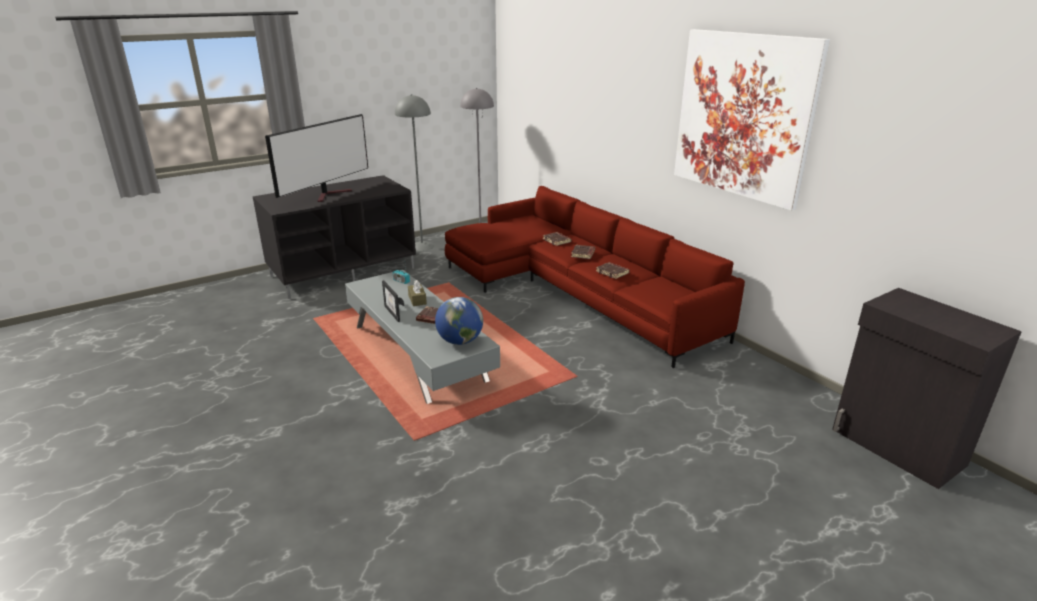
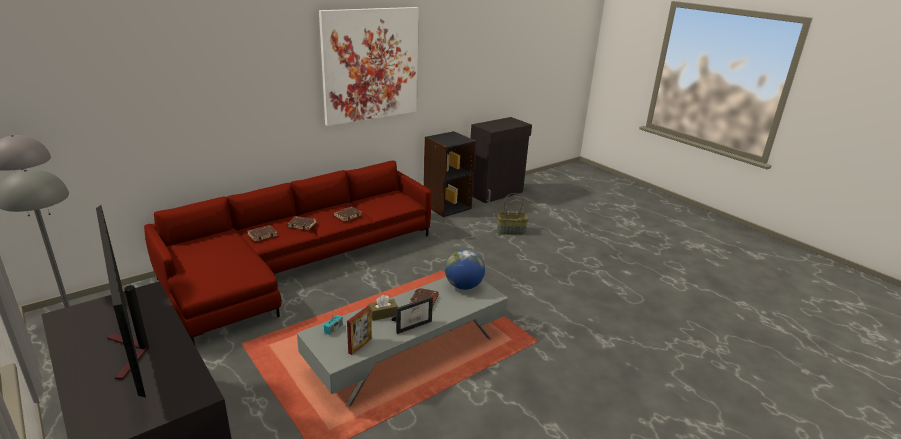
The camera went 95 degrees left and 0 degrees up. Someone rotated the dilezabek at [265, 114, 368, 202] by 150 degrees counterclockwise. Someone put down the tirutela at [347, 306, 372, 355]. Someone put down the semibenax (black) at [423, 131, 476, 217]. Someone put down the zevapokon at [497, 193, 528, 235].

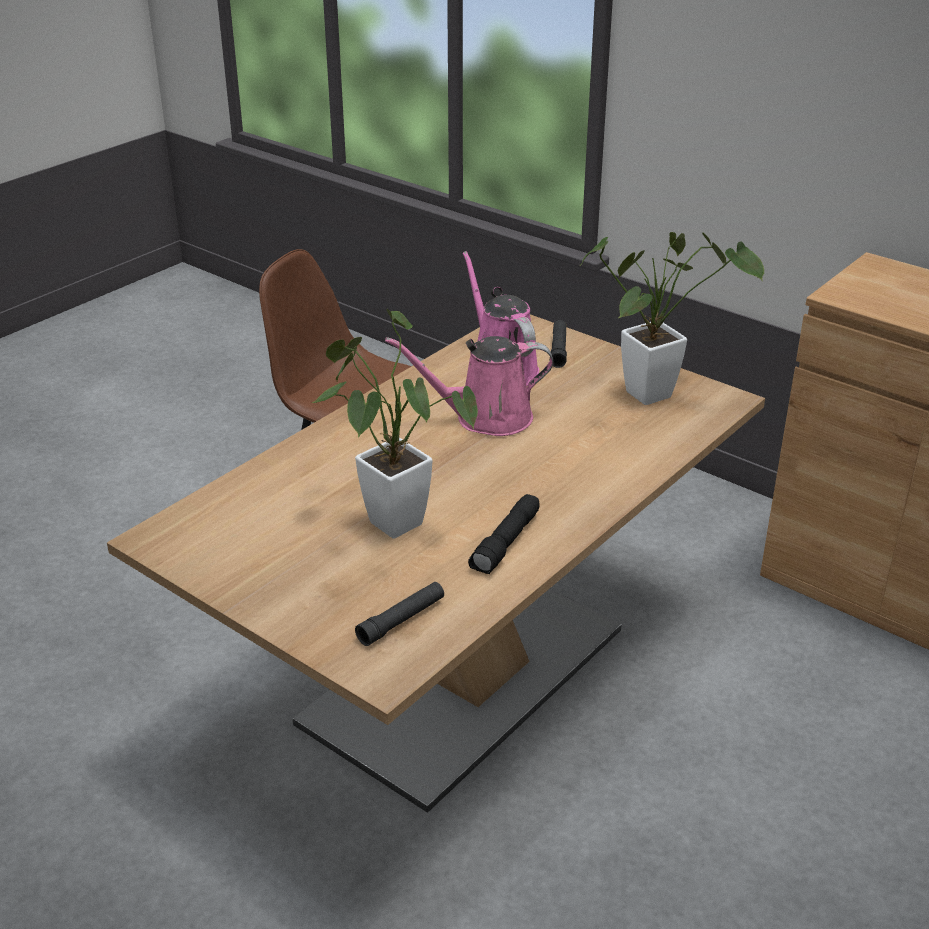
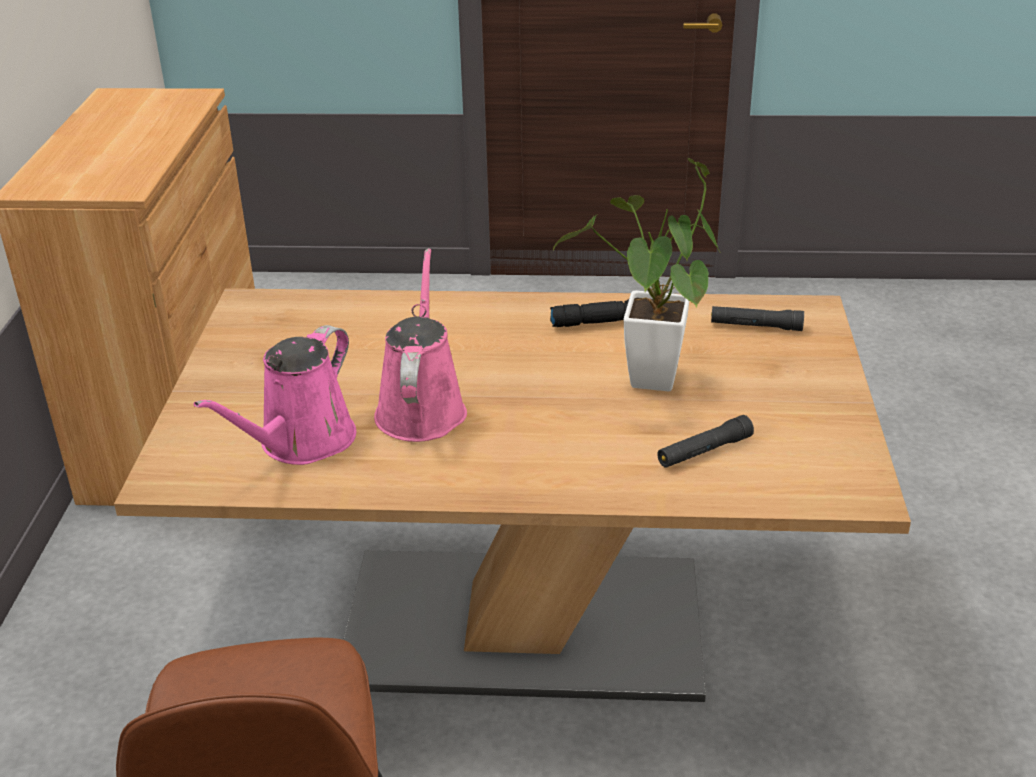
The camera went 125 degrees left and 0 degrees up. Someone rotated the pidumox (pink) at [385, 336, 553, 436] by 135 degrees counterclockwise. Someone carried the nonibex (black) from [551, 320, 567, 368] to [657, 415, 754, 468]. Someone took away the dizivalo at [580, 232, 764, 405].

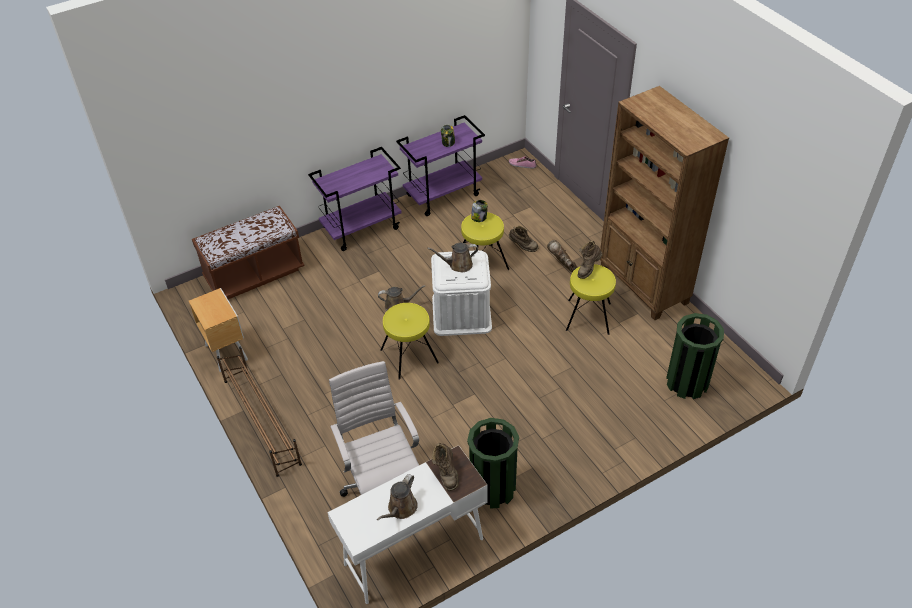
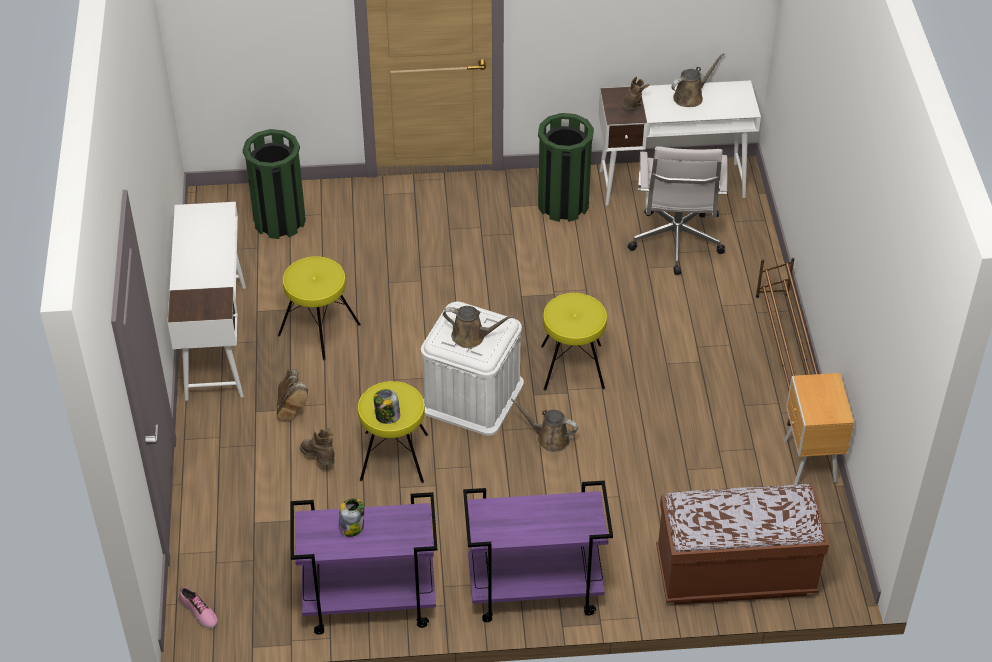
The camera went 155 degrees left and 0 degrees up. Someone took away the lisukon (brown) at [578, 241, 602, 279]. Someone swapped the semibenax (brown) at [600, 86, 729, 320] for the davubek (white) at [168, 202, 246, 401].

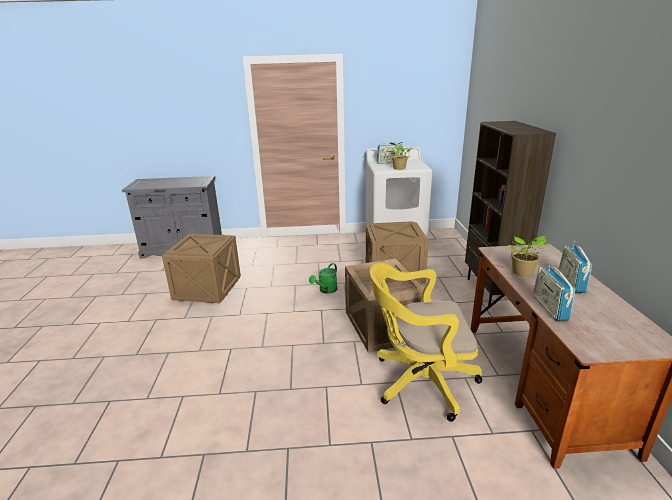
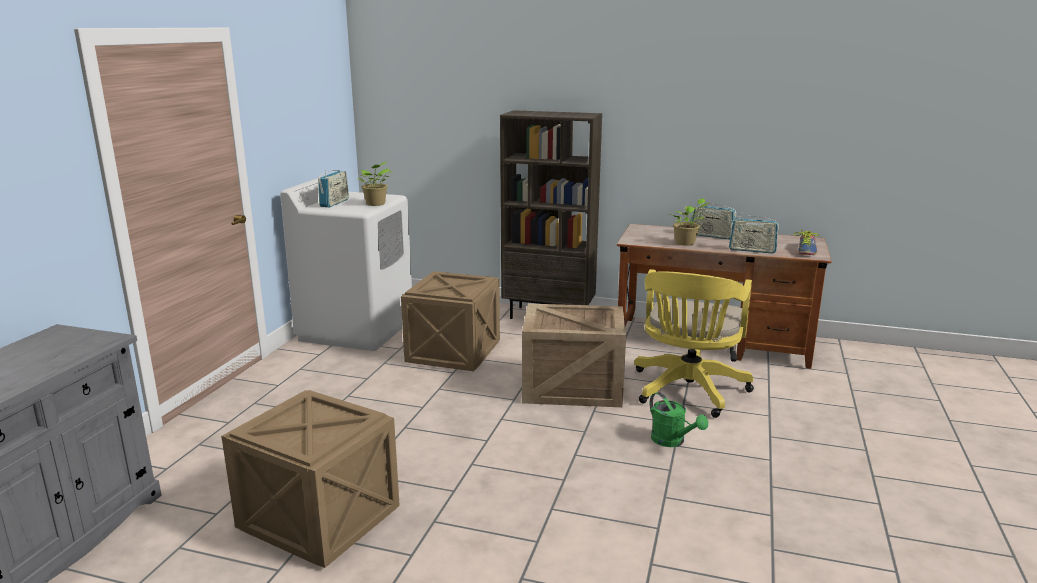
The camera went 70 degrees left and 5 degrees down. Someone carried the pidumox (green) from [309, 263, 338, 294] to [650, 392, 708, 447]. Someone put down the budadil at [794, 228, 819, 255].

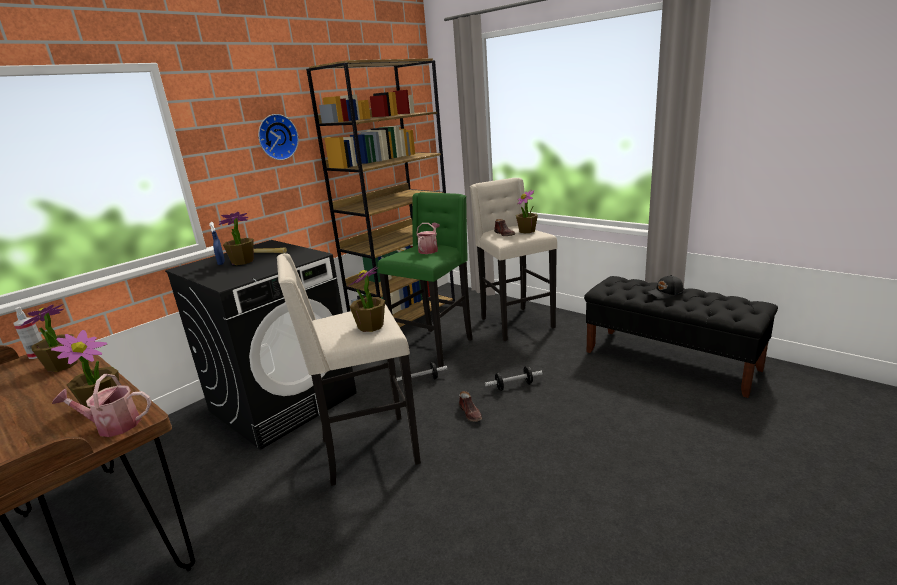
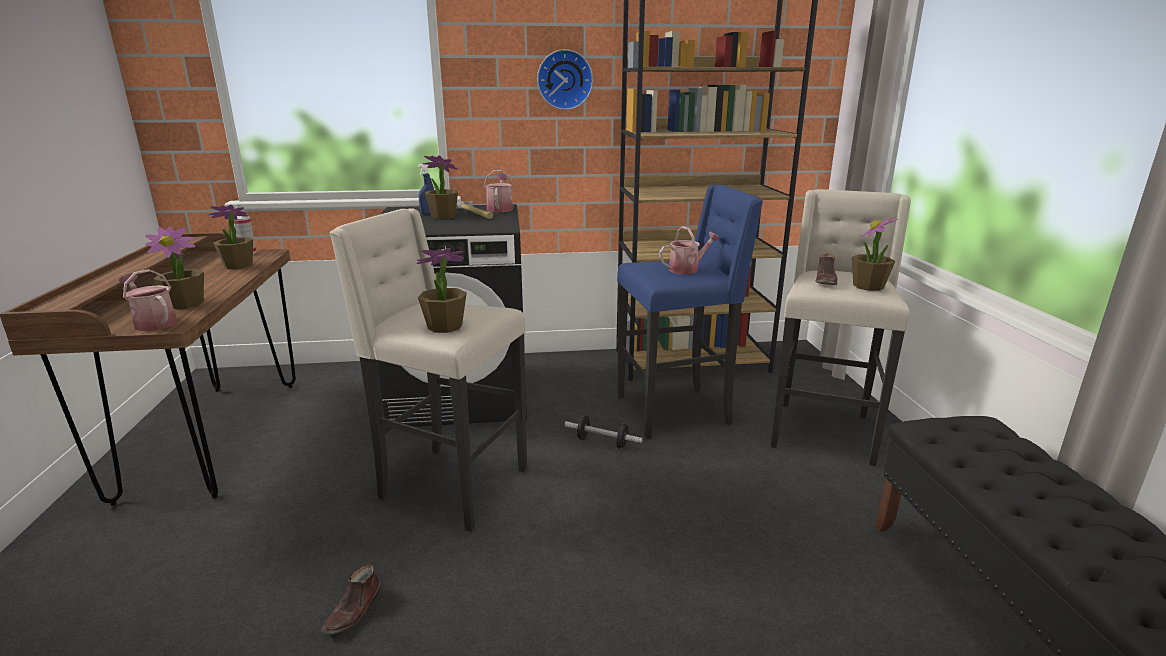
The camera went 40 degrees right and 0 degrees up. Someone repainted the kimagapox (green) at [378, 192, 472, 367], which became the kimagapox (blue) at [617, 184, 763, 439]. Someone carried the budadil (brown) from [459, 391, 482, 422] to [321, 565, 381, 634]. Someone took away the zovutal at [485, 366, 542, 391]. Someone took away the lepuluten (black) at [648, 275, 683, 299]. Someone put down the pidumox at [484, 170, 514, 212].

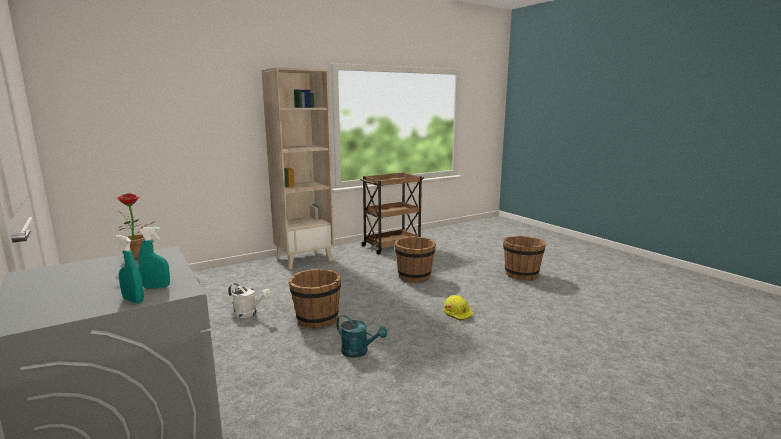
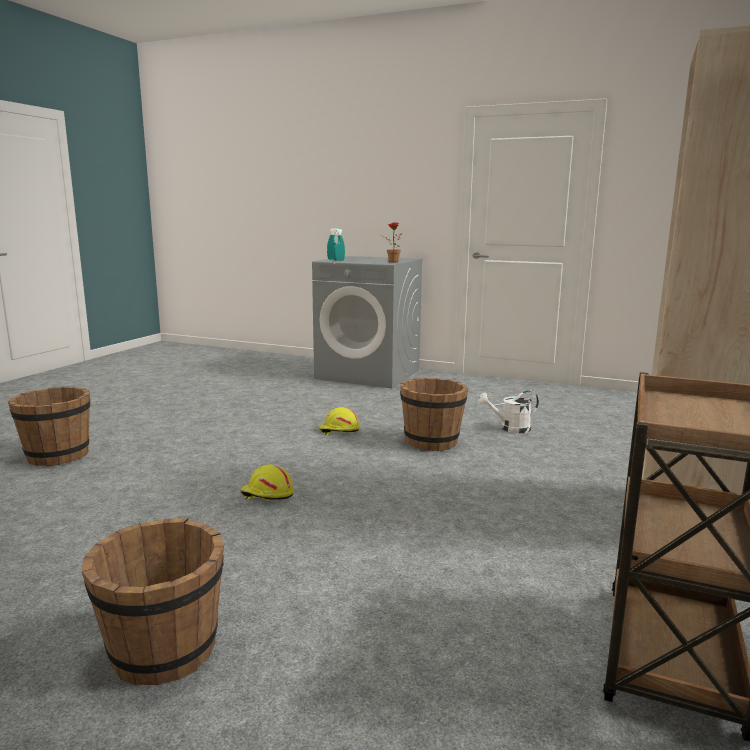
The camera went 145 degrees right and 0 degrees up. Someone swapped the pidumox (turquoise) at [336, 315, 387, 358] for the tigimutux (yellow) at [318, 407, 359, 435]. Someone carried the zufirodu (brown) from [394, 236, 436, 283] to [8, 387, 90, 466].

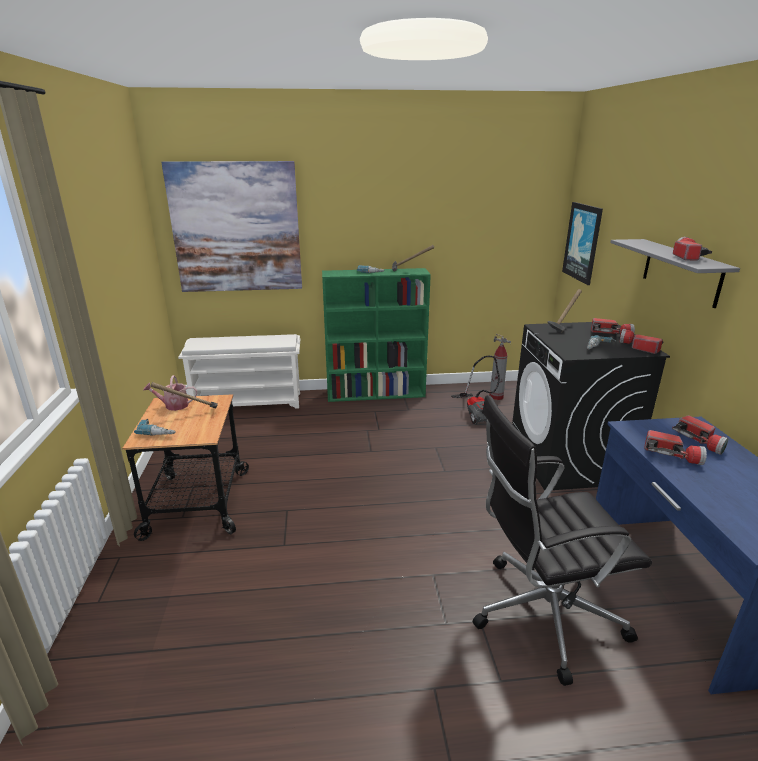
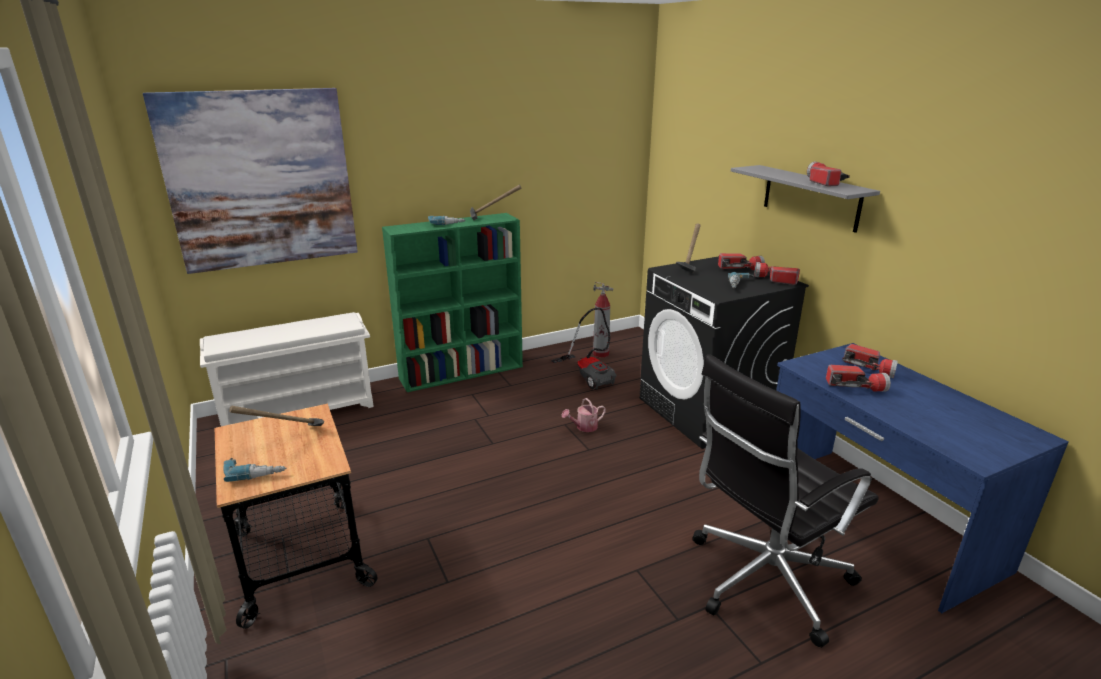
The camera went 20 degrees left and 0 degrees up. Someone carried the pidumox from [143, 375, 197, 411] to [562, 398, 606, 432]. Someone took away the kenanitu at [562, 202, 603, 285].

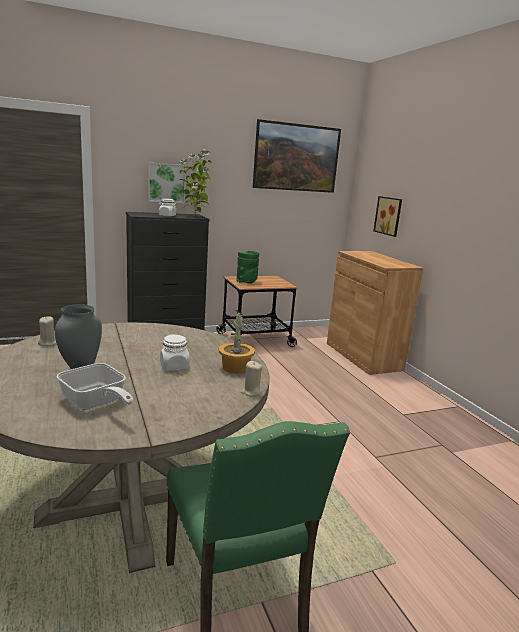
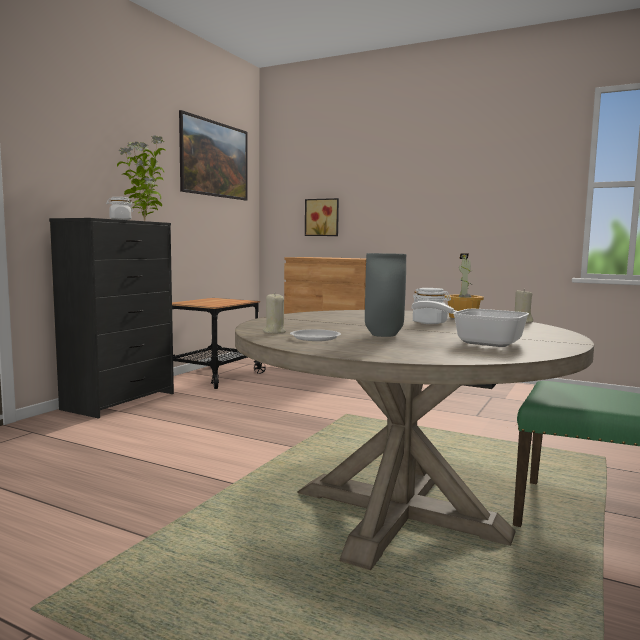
The camera went 40 degrees left and 10 degrees down. Someone rotated the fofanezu at [56, 363, 133, 410] by 150 degrees counterclockwise. Someone took away the kenanitu at [148, 162, 186, 203]. Someone took away the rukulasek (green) at [236, 251, 259, 283]. Someone put down the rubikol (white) at [290, 329, 341, 341].

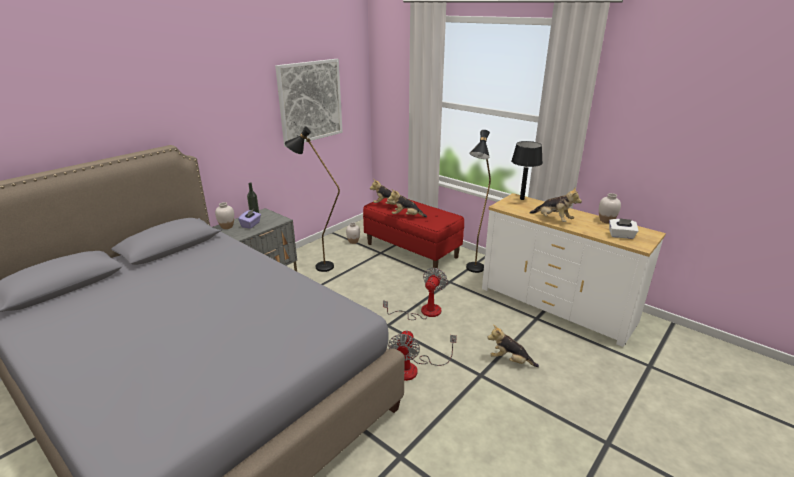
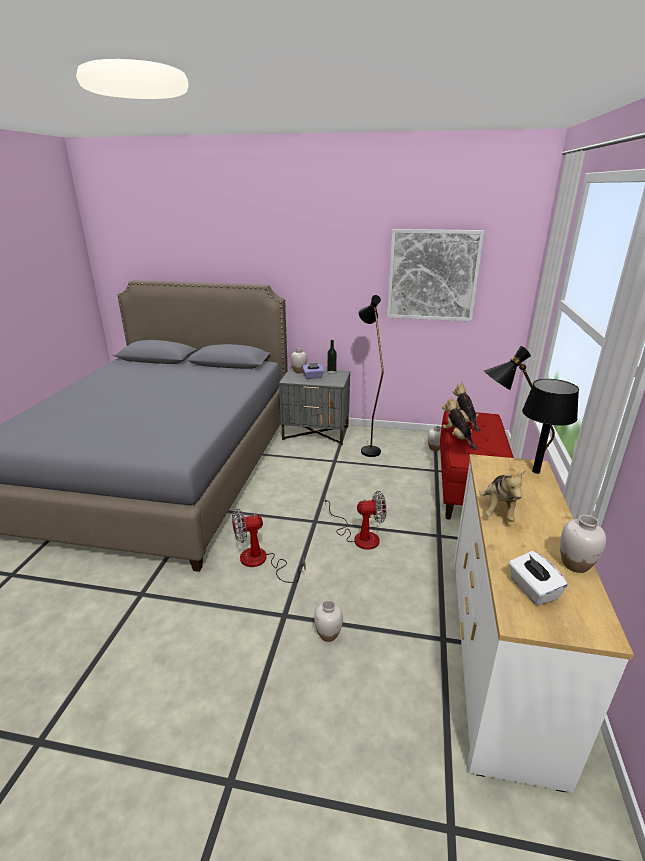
The camera went 60 degrees right and 0 degrees up. Someone swapped the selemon at [487, 324, 539, 367] for the rukulasek (white) at [314, 600, 343, 642].

